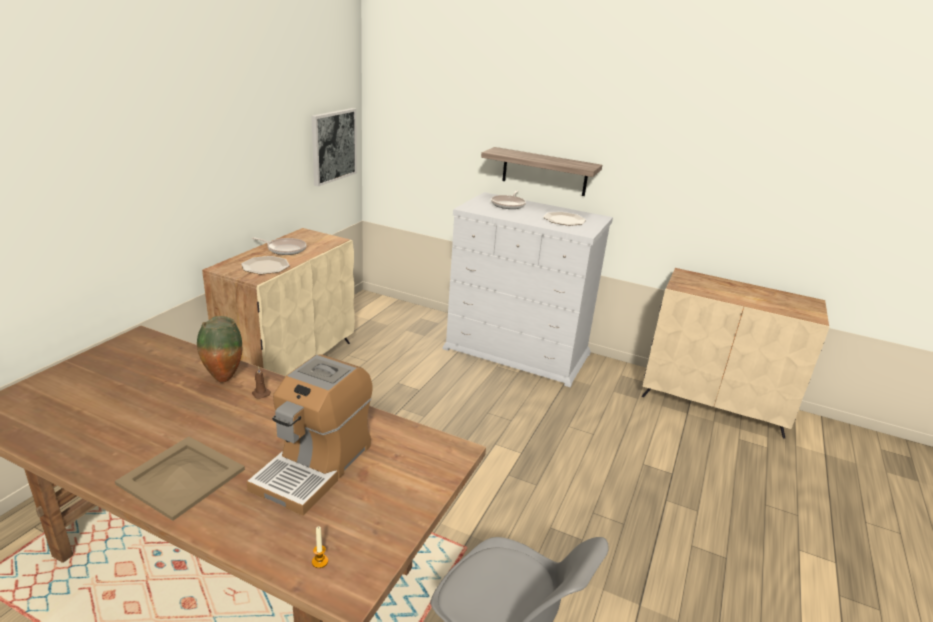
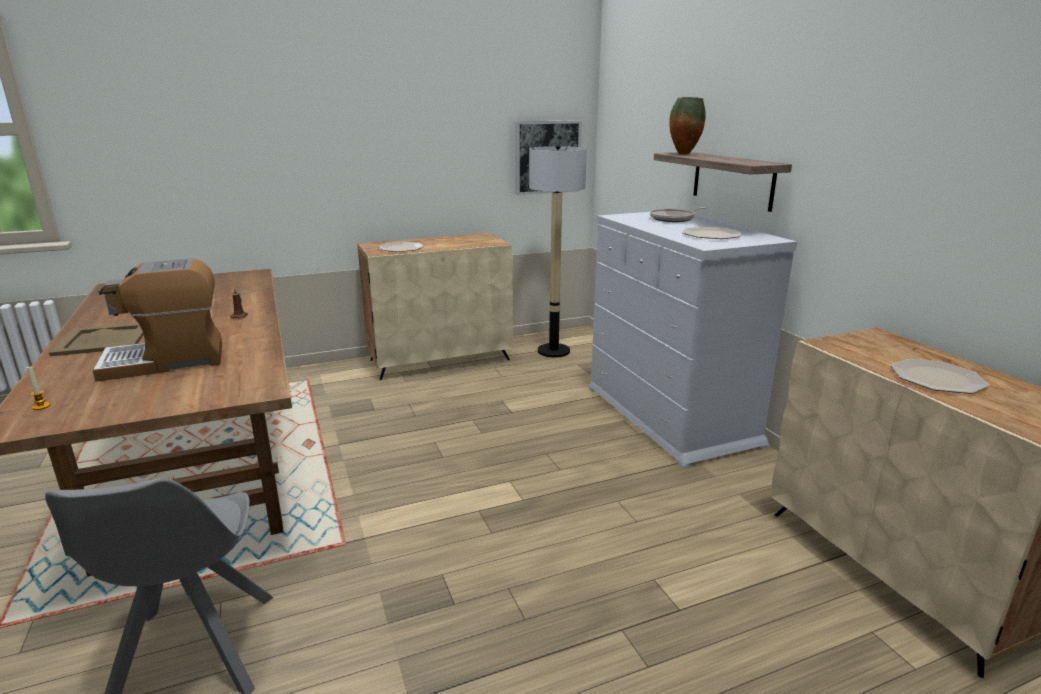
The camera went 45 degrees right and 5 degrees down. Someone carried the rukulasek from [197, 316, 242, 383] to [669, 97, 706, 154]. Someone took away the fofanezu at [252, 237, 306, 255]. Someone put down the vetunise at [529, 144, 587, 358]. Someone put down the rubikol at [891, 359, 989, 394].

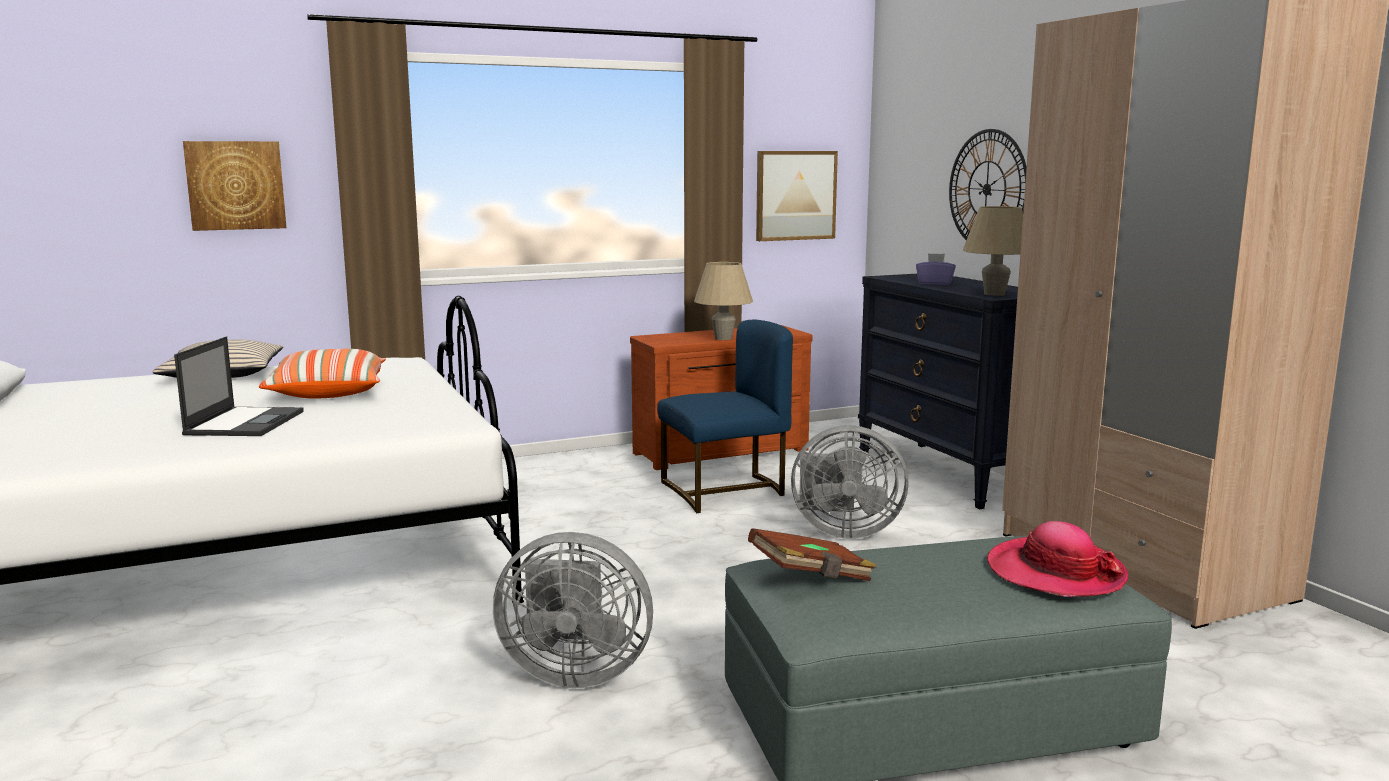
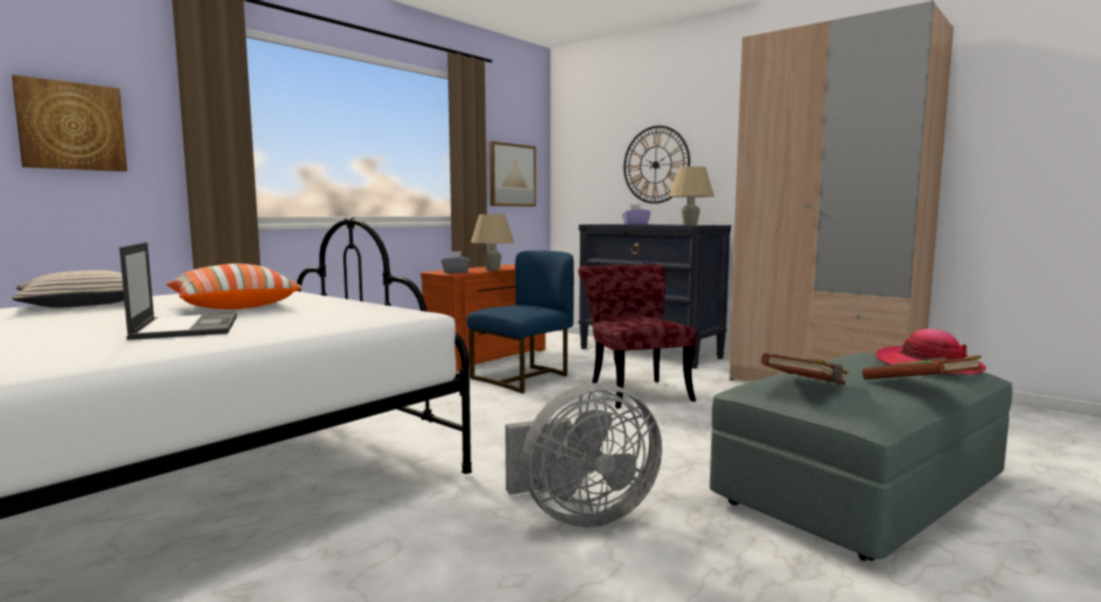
The camera went 25 degrees left and 5 degrees down. Someone swapped the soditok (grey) at [791, 425, 909, 539] for the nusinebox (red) at [578, 264, 697, 409]. Someone put down the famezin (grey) at [441, 251, 470, 274]. Someone put down the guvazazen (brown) at [862, 355, 982, 379].

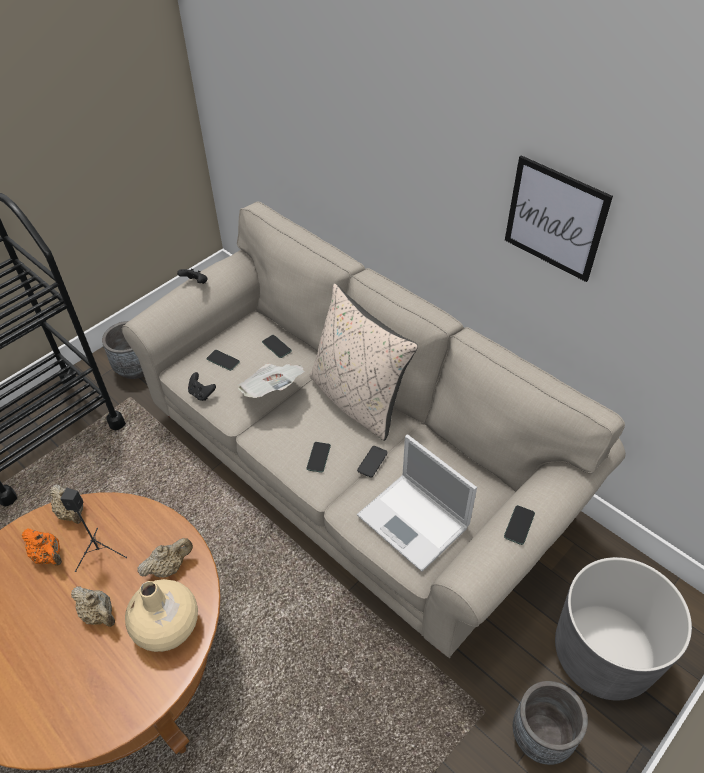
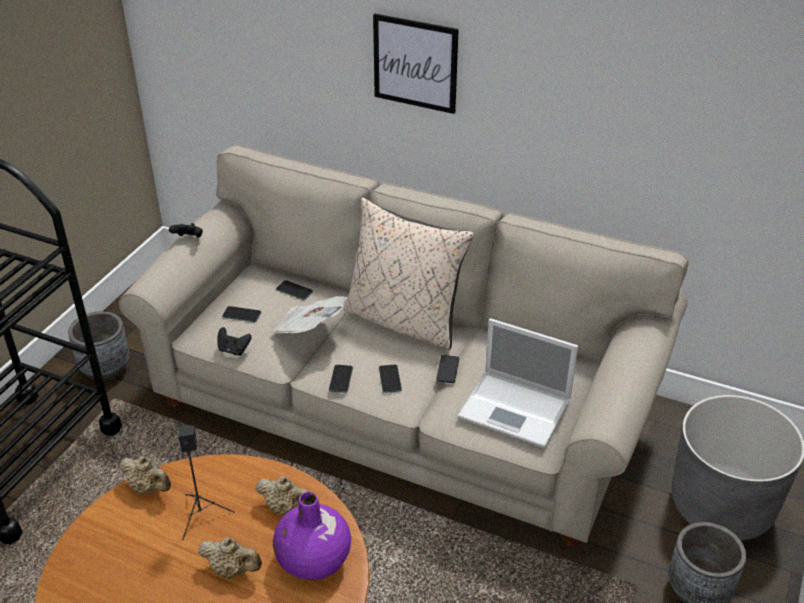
The camera went 20 degrees left and 10 degrees down. Someone took away the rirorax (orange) at [22, 528, 62, 566]. Someone repainted the rukulasek (beige) at [125, 579, 198, 652], which became the rukulasek (purple) at [273, 492, 351, 580]. Someone rotated the rirorax (beige) at [137, 538, 193, 578] by 75 degrees clockwise. Someone carried the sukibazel from [504, 505, 535, 545] to [329, 365, 353, 393]. Someone carried the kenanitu from [505, 155, 613, 282] to [373, 13, 459, 114].

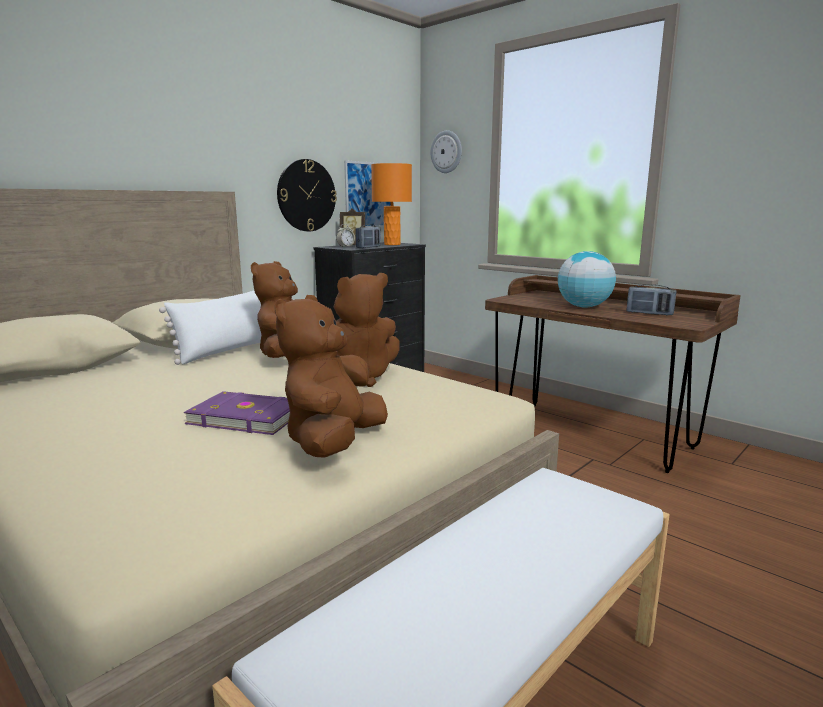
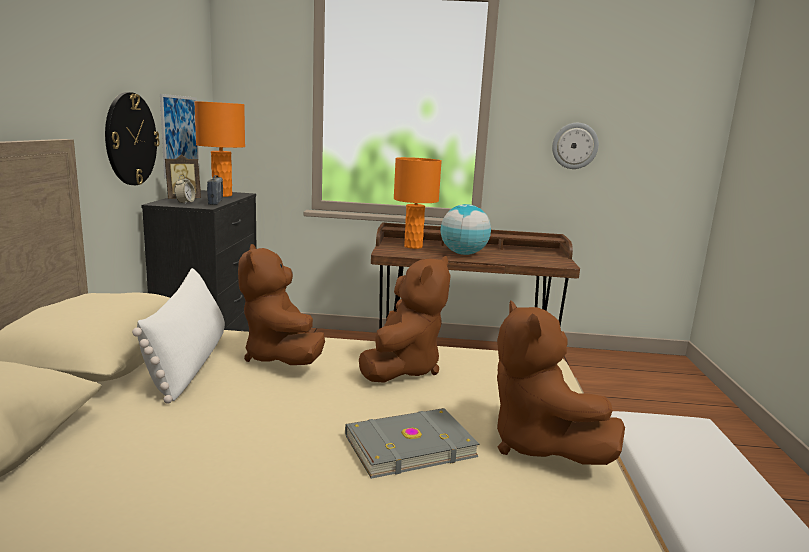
The camera went 40 degrees left and 0 degrees up. Someone repainted the guvazazen (purple) at [183, 391, 290, 435], which became the guvazazen (grey) at [345, 408, 479, 479]. Someone carried the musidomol from [431, 130, 462, 173] to [552, 123, 599, 169]. Someone took away the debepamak at [627, 284, 677, 315]. Someone put down the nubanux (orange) at [394, 157, 442, 249].

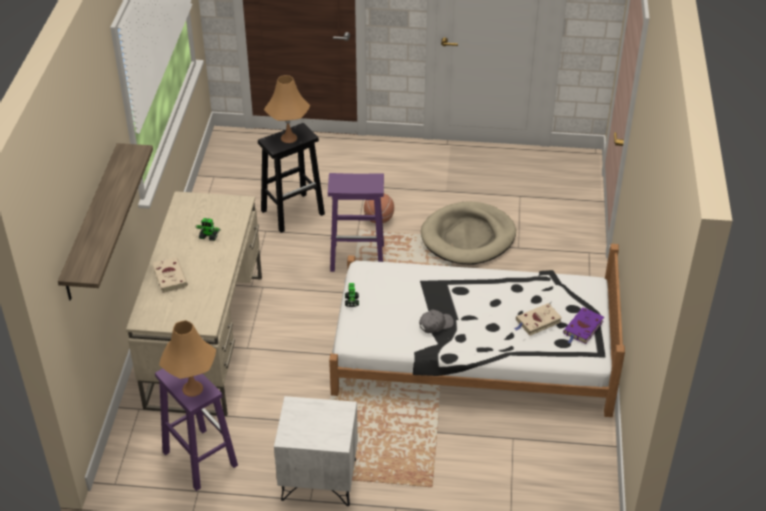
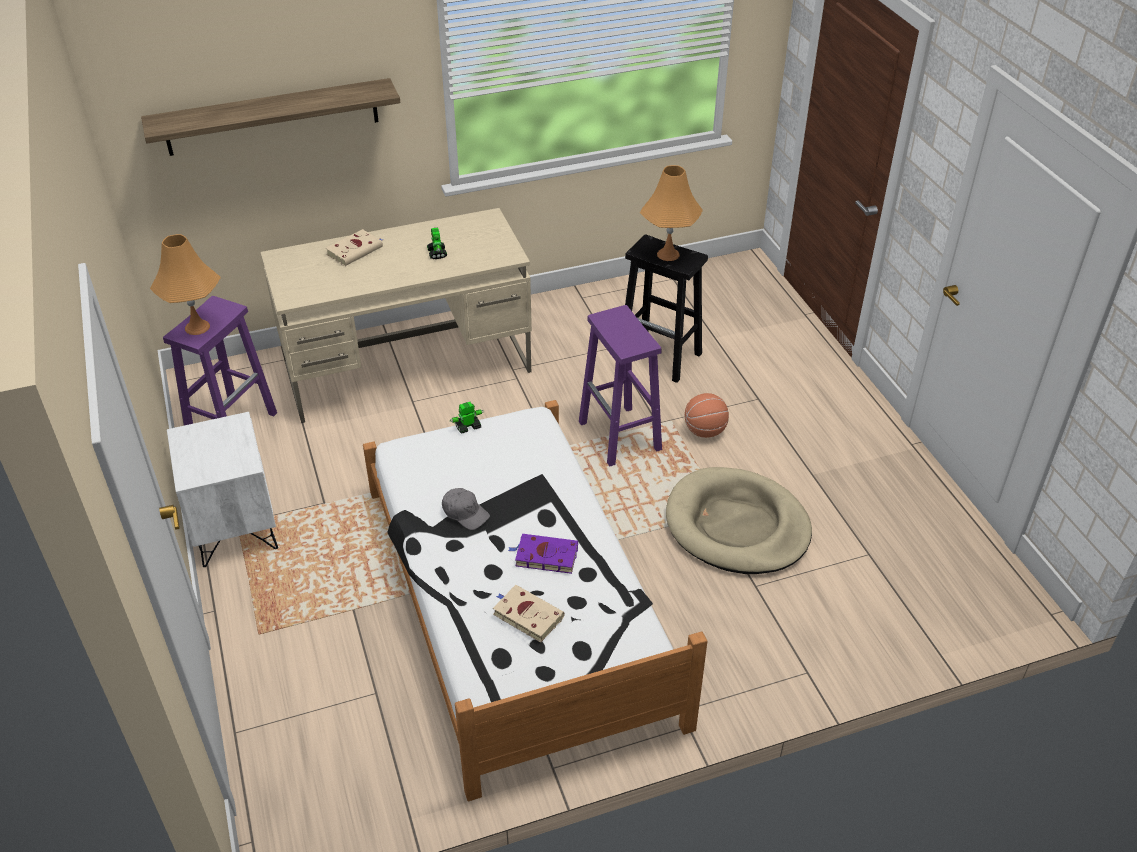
The camera went 65 degrees right and 0 degrees up. Someone carried the guvazazen (purple) from [563, 307, 604, 344] to [508, 534, 578, 574].

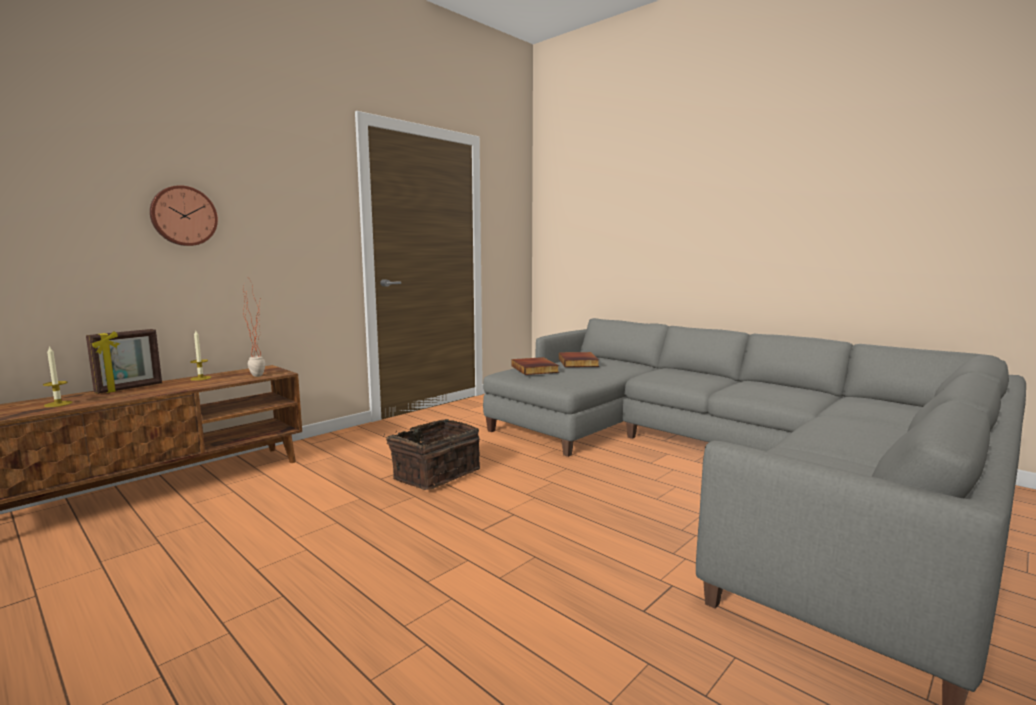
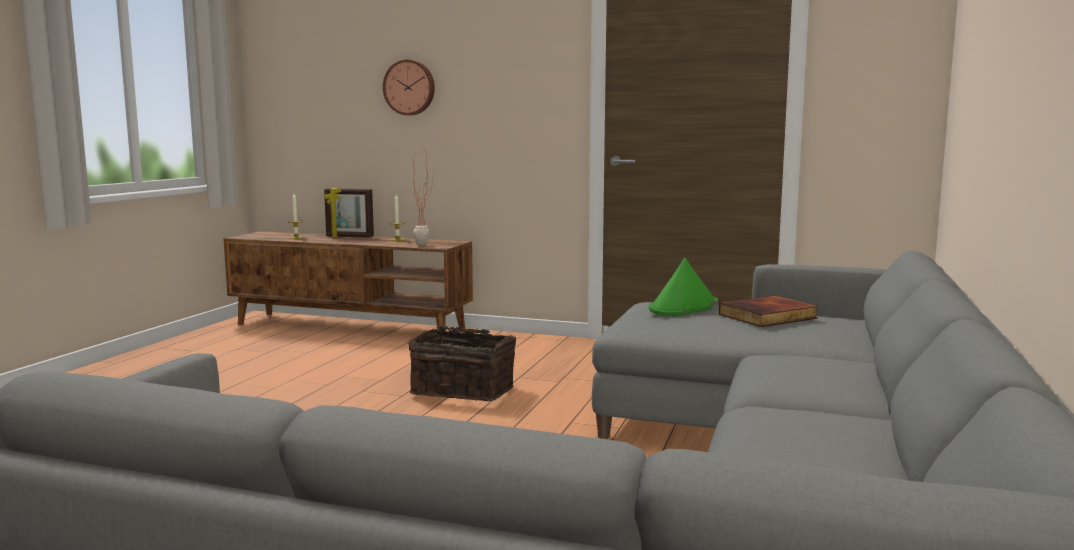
The camera went 65 degrees right and 0 degrees up. Someone swapped the guvazazen at [511, 357, 559, 375] for the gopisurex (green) at [649, 258, 718, 316].

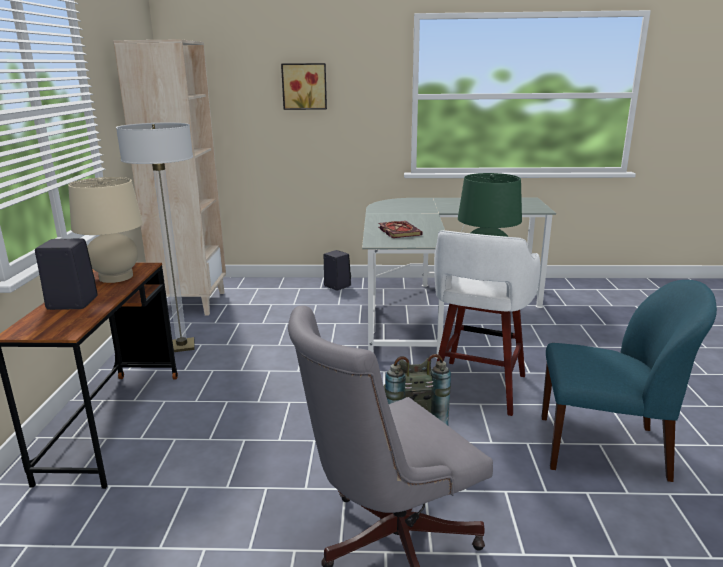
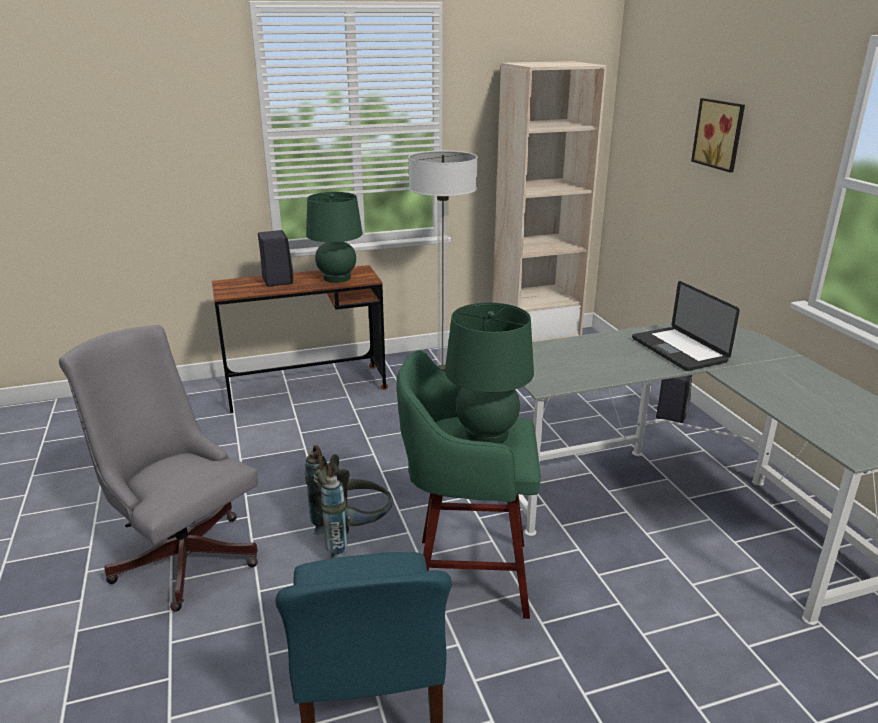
The camera went 70 degrees right and 5 degrees up. Someone repainted the nubanux (beige) at [68, 177, 143, 283], which became the nubanux (green) at [306, 192, 363, 283]. Someone took away the guvazazen at [379, 221, 423, 238]. Someone repainted the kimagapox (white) at [434, 230, 540, 416], which became the kimagapox (green) at [397, 350, 541, 619]. Someone put down the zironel at [632, 281, 740, 371].

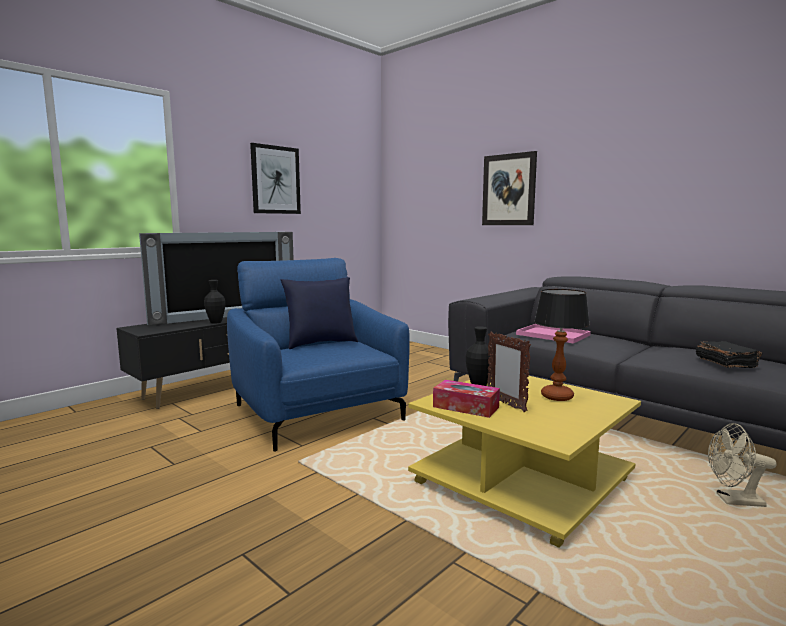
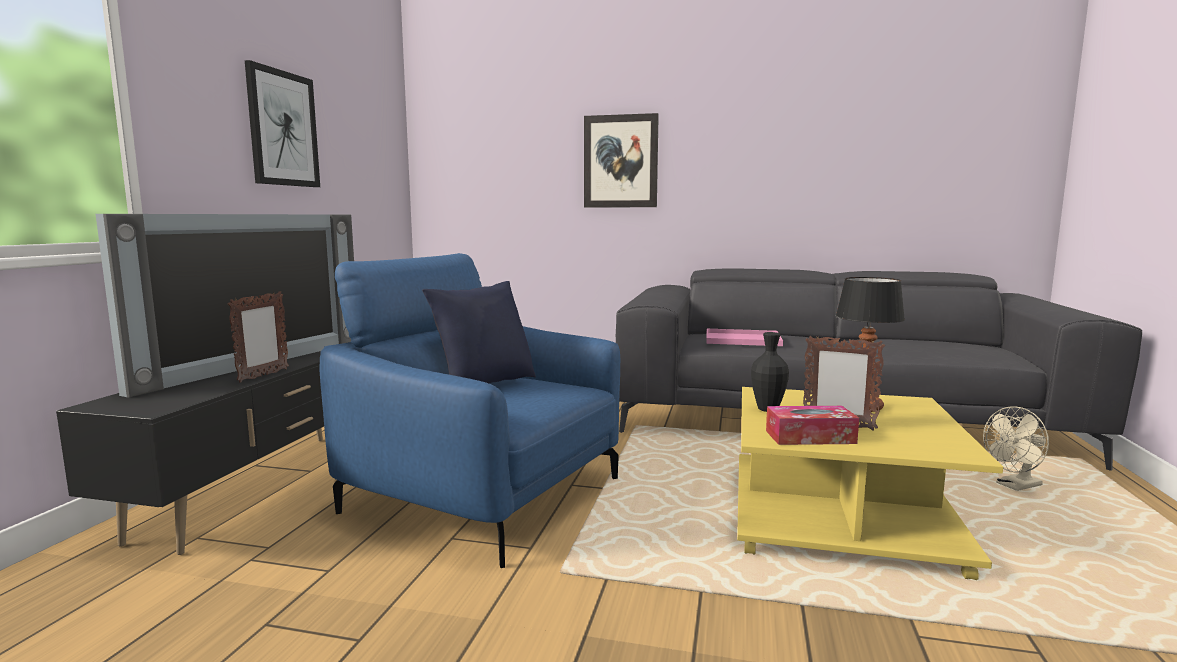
The camera went 30 degrees left and 0 degrees up. Someone swapped the rukulasek (black) at [204, 280, 225, 324] for the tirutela at [228, 291, 289, 383]. Someone took away the guvazazen (black) at [696, 341, 762, 368].

